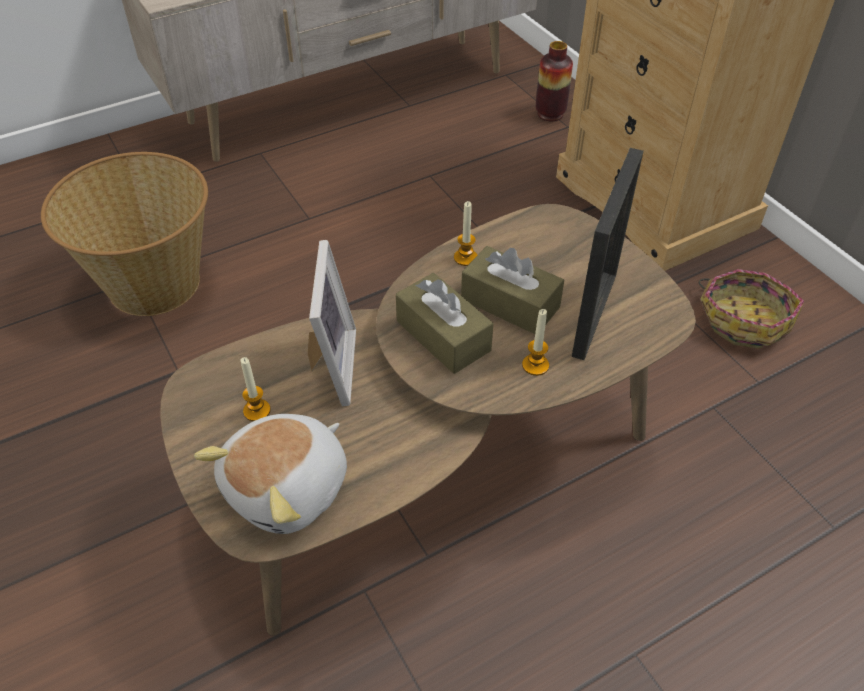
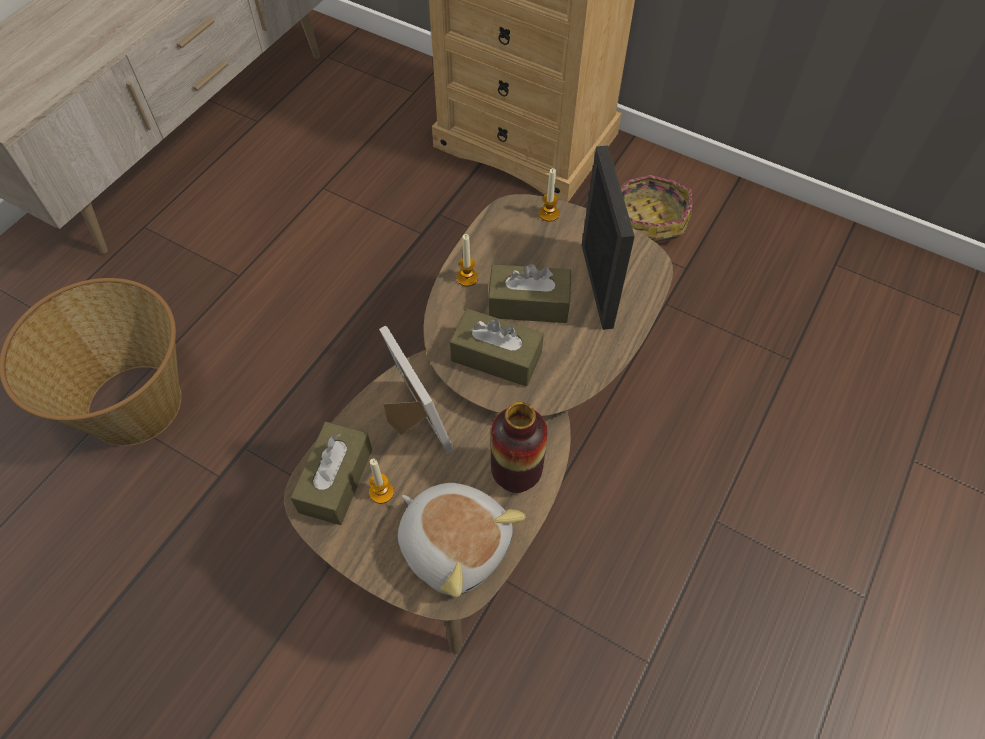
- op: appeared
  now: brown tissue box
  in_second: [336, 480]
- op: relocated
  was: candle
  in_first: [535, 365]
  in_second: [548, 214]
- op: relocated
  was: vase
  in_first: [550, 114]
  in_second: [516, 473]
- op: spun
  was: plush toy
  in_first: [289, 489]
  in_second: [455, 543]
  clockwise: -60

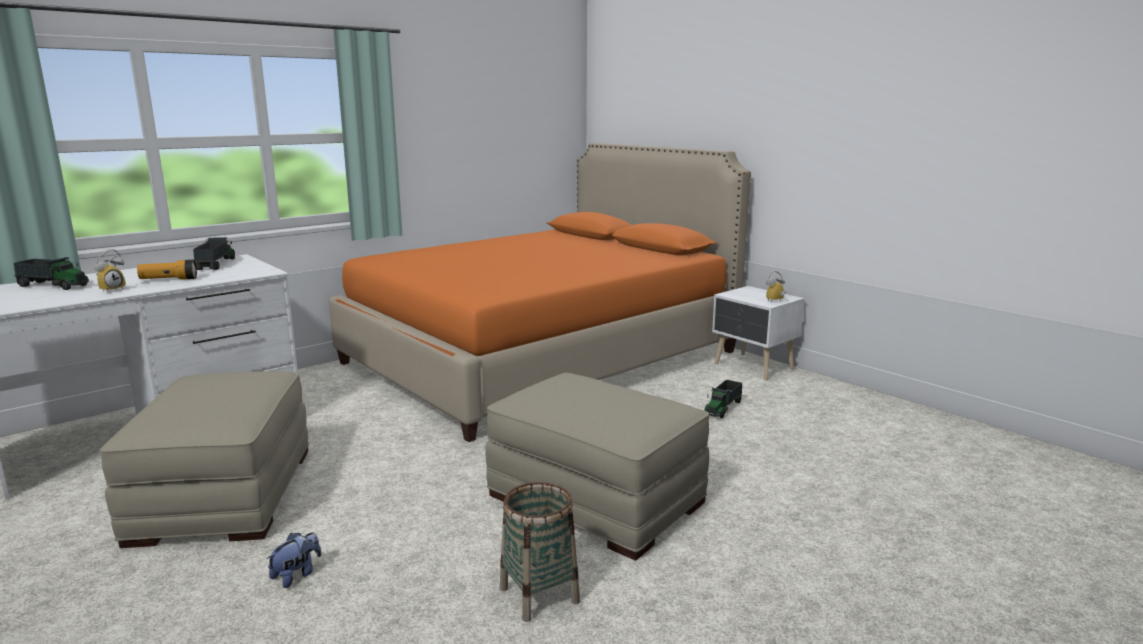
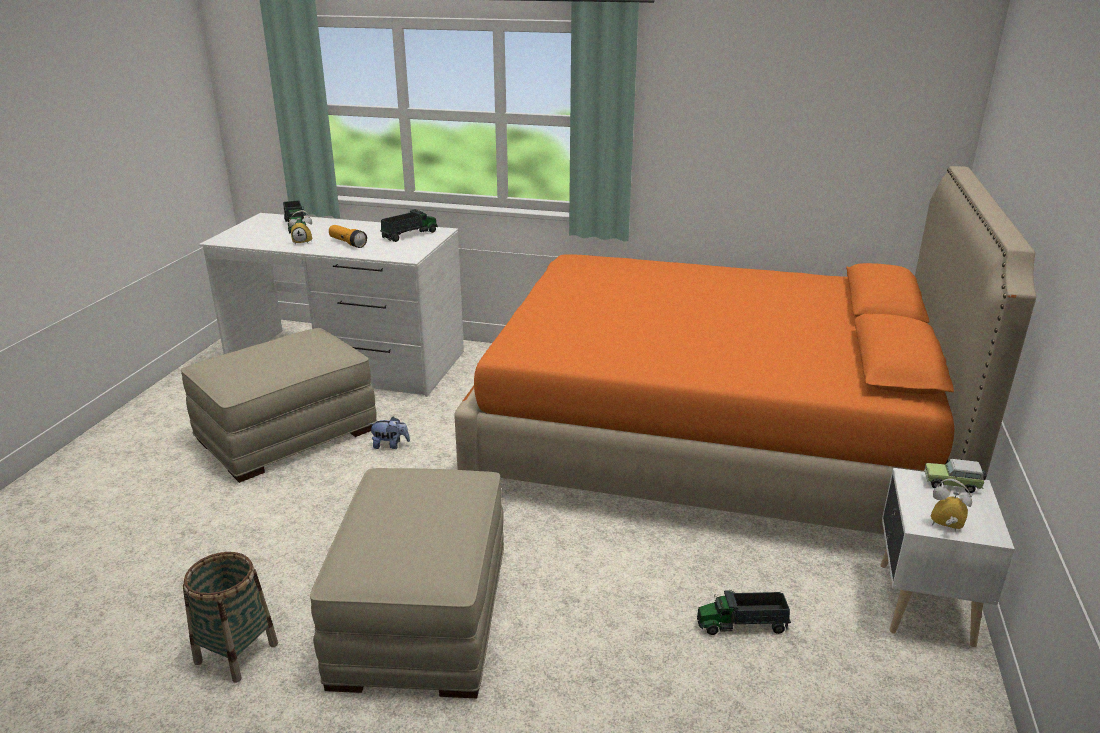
- op: appeared
  now: toy car
  in_second: [953, 485]
- op: relocated
  was: plush toy
  in_first: [297, 575]
  in_second: [390, 445]

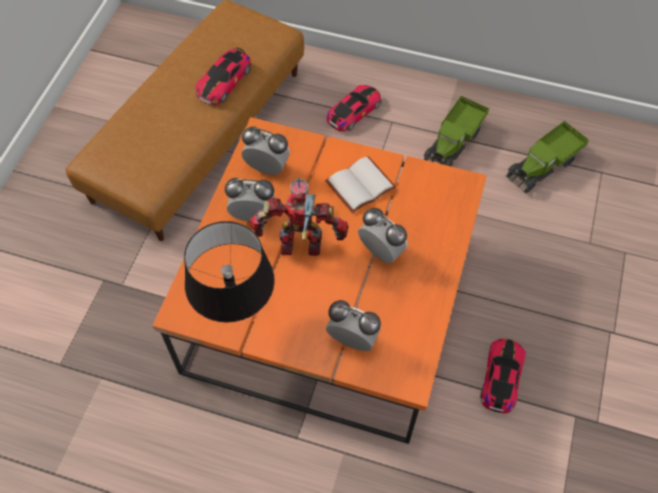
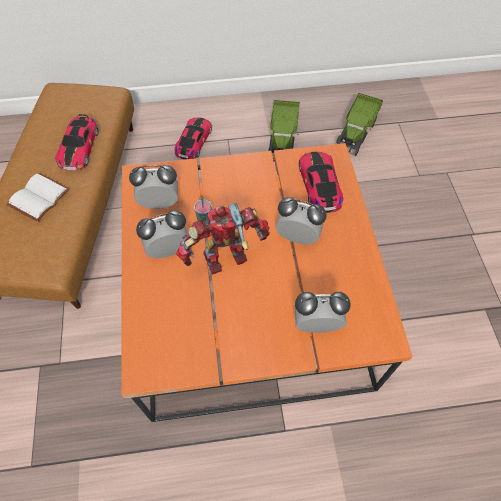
- op: missing
  was: black table lamp
  in_first: [238, 316]
- op: relocated
  was: white book
  in_first: [360, 187]
  in_second: [40, 199]
- op: relocated
  was: toy car
  in_first: [501, 377]
  in_second: [319, 185]

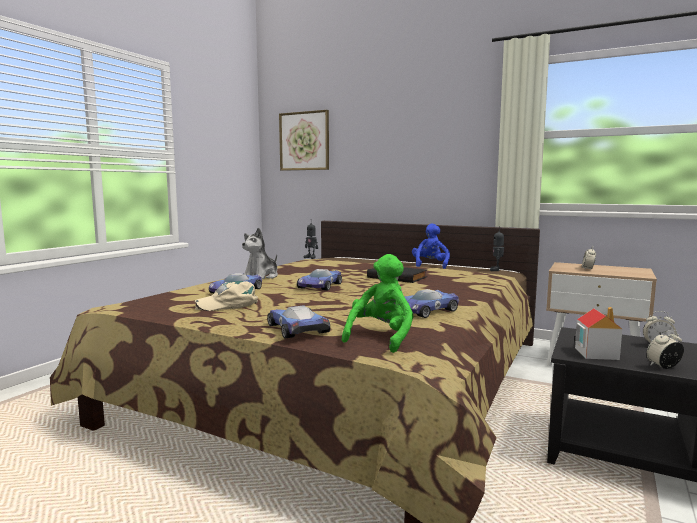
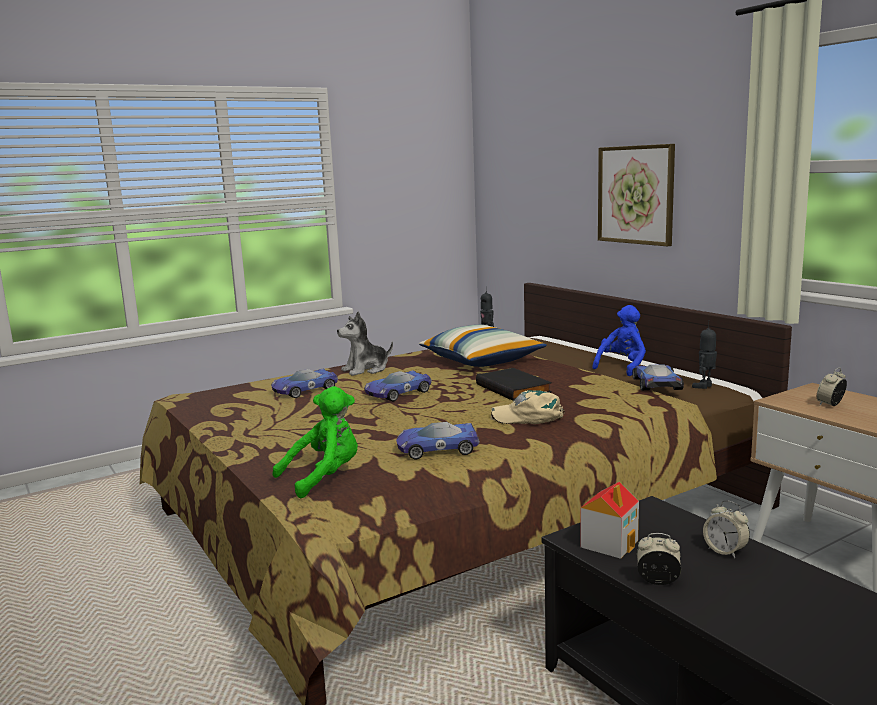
- op: appeared
  now: pillow
  in_second: [482, 361]
- op: relocated
  was: beige cap
  in_first: [228, 304]
  in_second: [528, 417]
- op: relocated
  was: toy car
  in_first: [297, 328]
  in_second: [656, 384]
- op: relocated
  was: picture
  in_first: [304, 141]
  in_second: [636, 195]

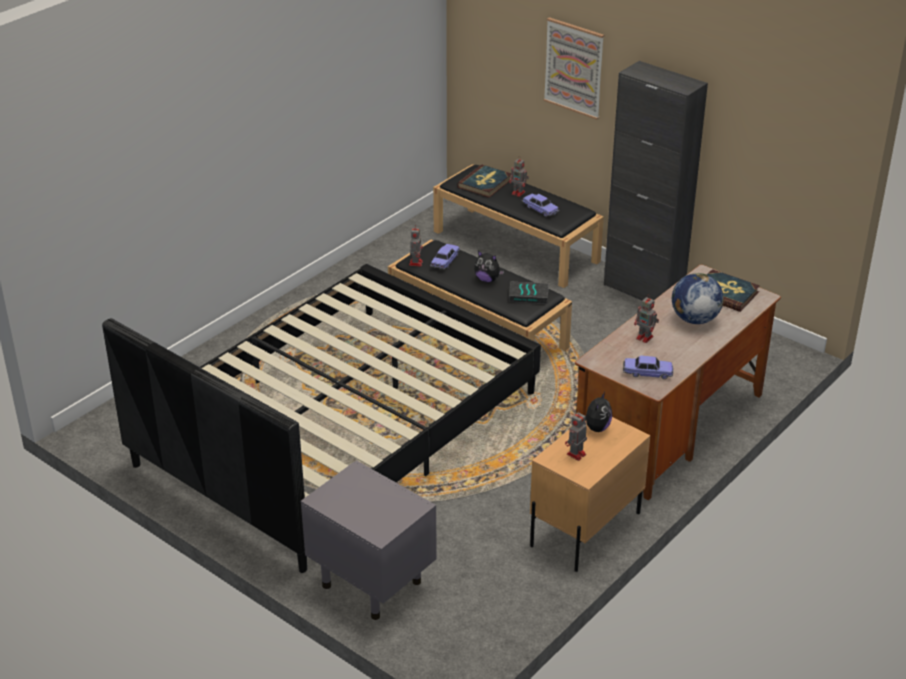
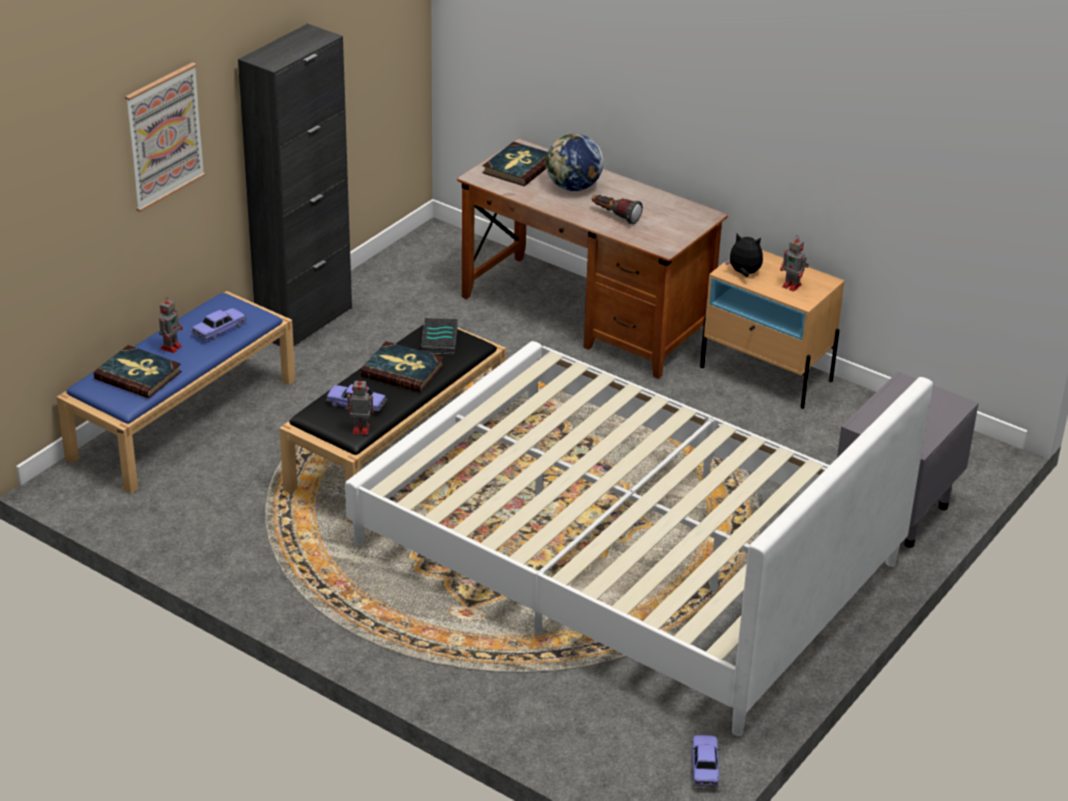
- op: relocated
  was: toy car
  in_first: [647, 373]
  in_second: [704, 767]
- op: exchanged
  was: plush toy
  now: book
  in_first: [487, 279]
  in_second: [403, 370]
- op: exchanged
  was: toy robot
  now: flashlight
  in_first: [645, 338]
  in_second: [615, 216]
- op: colour
  was: black bed
  now: white bed
  in_first: [338, 428]
  in_second: [625, 555]
- op: colour
  was: black bench
  now: blue bench
  in_first: [517, 246]
  in_second: [183, 418]

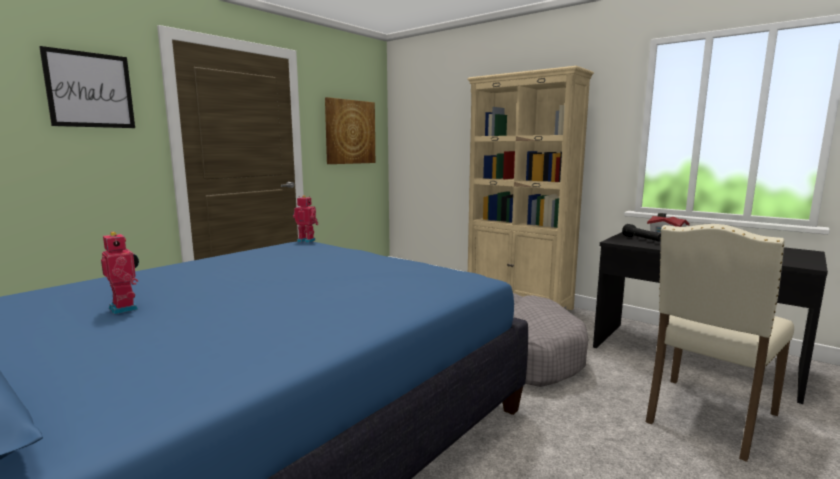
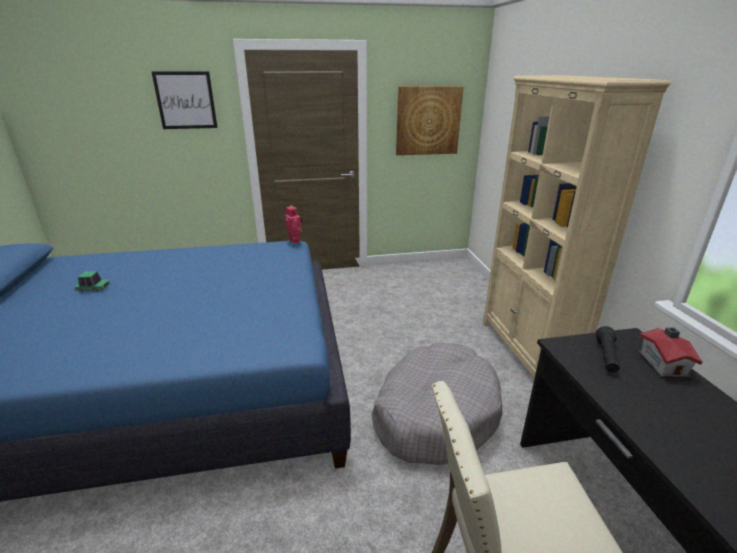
- op: exchanged
  was: toy robot
  now: toy car
  in_first: [126, 308]
  in_second: [93, 288]

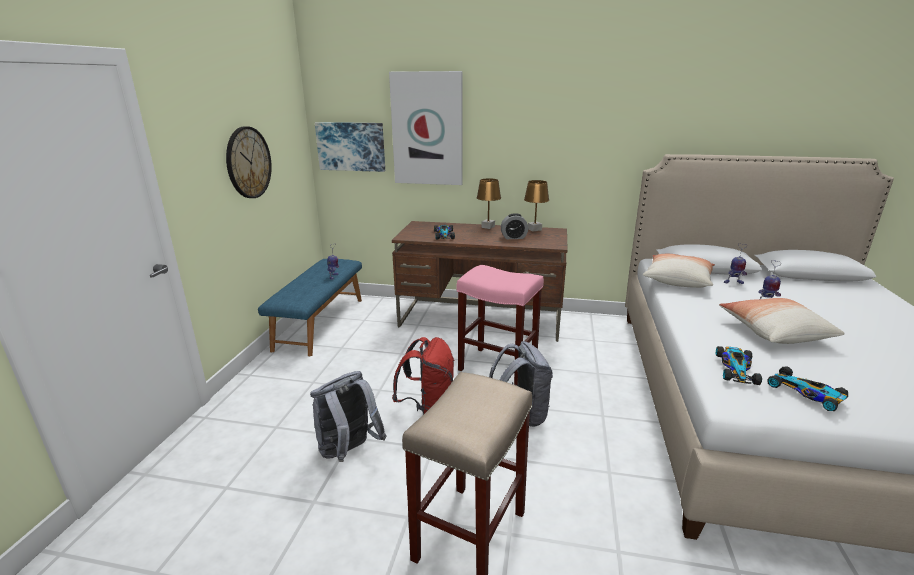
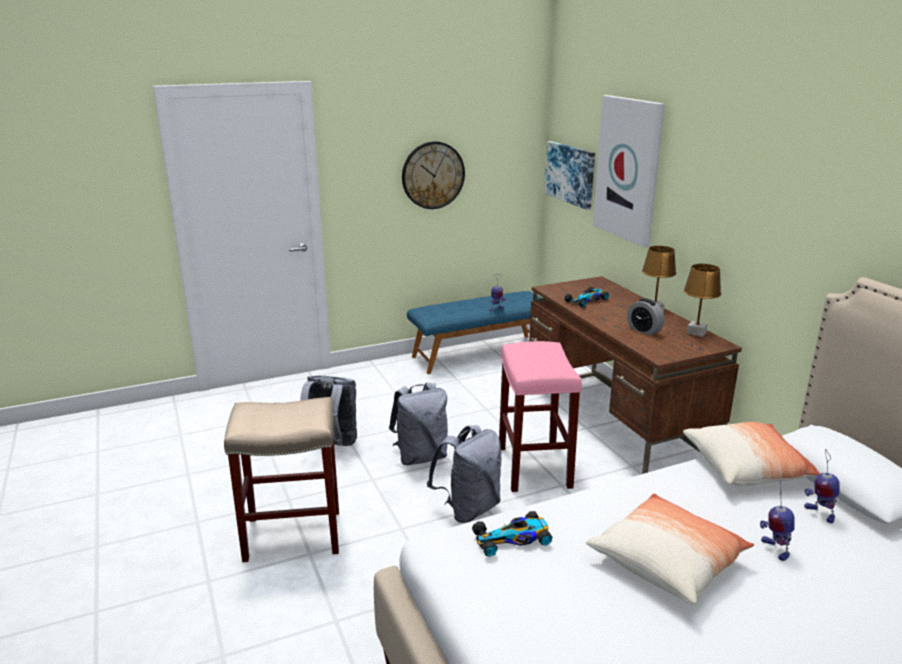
- op: missing
  was: toy car
  in_first: [807, 393]
- op: colour
  was: red backpack
  now: grey backpack
  in_first: [428, 409]
  in_second: [421, 457]

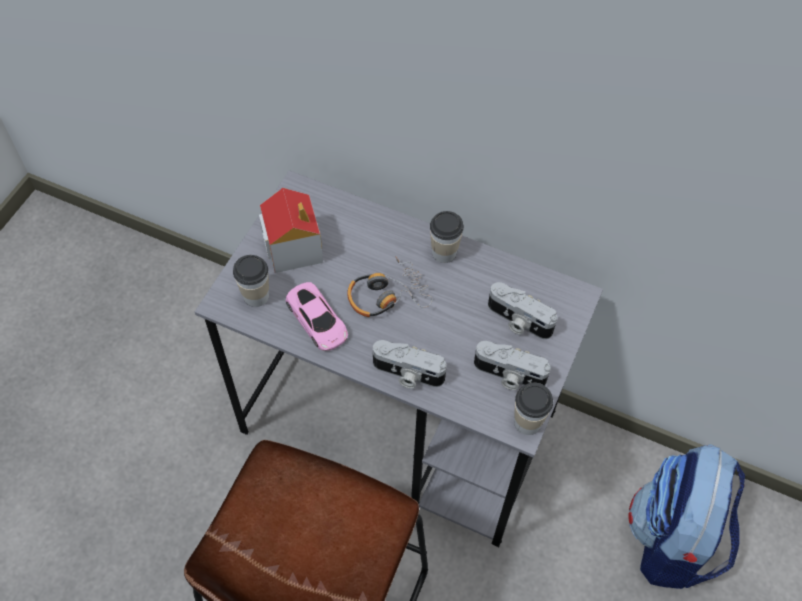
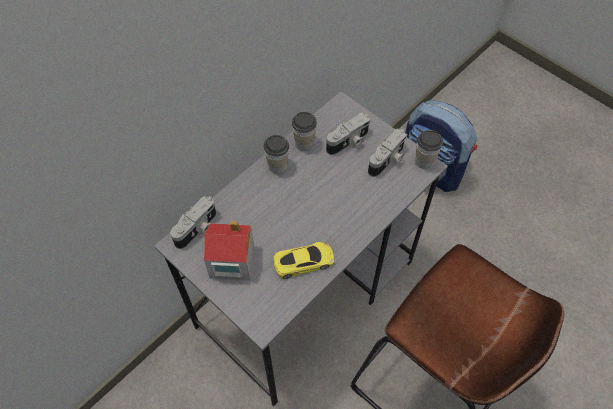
- op: missing
  was: headphones
  in_first: [387, 295]
- op: relocated
  was: cup
  in_first: [256, 296]
  in_second: [304, 143]
- op: relocated
  was: photo camera
  in_first: [407, 374]
  in_second: [197, 230]
- op: colour
  was: pink toy car
  now: yellow toy car
  in_first: [317, 320]
  in_second: [303, 262]

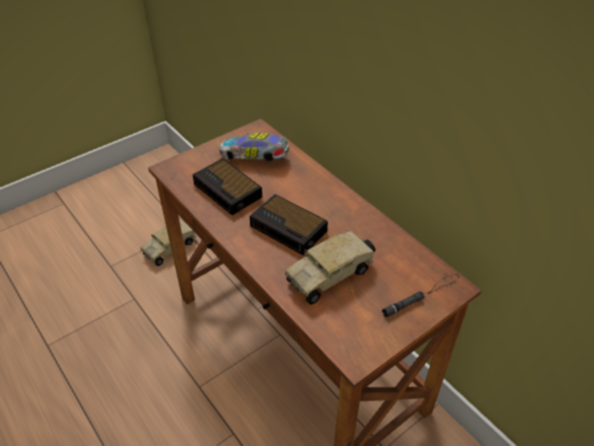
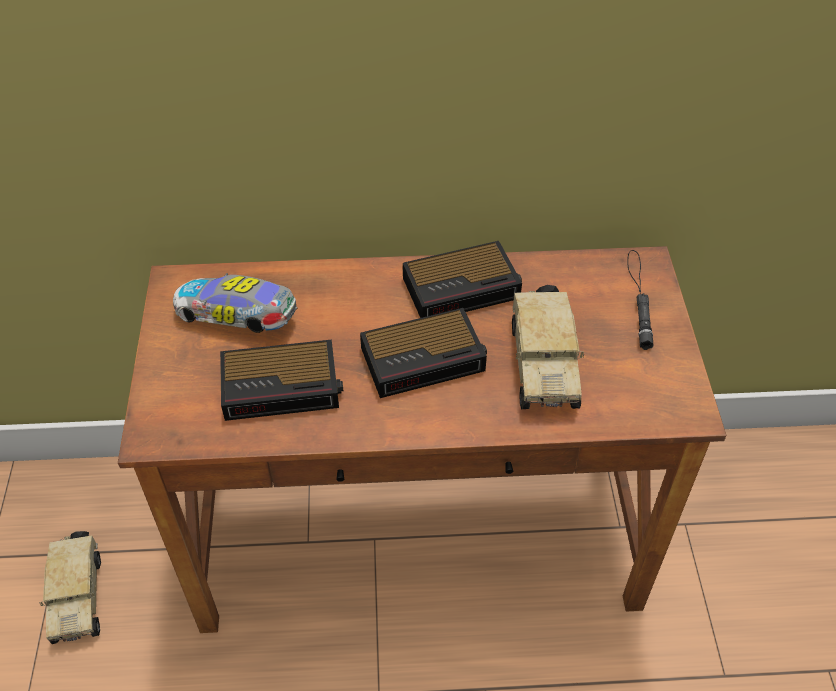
- op: appeared
  now: alarm clock
  in_second: [463, 287]
- op: spun
  was: toy car
  in_first: [255, 157]
  in_second: [239, 317]
  clockwise: 60

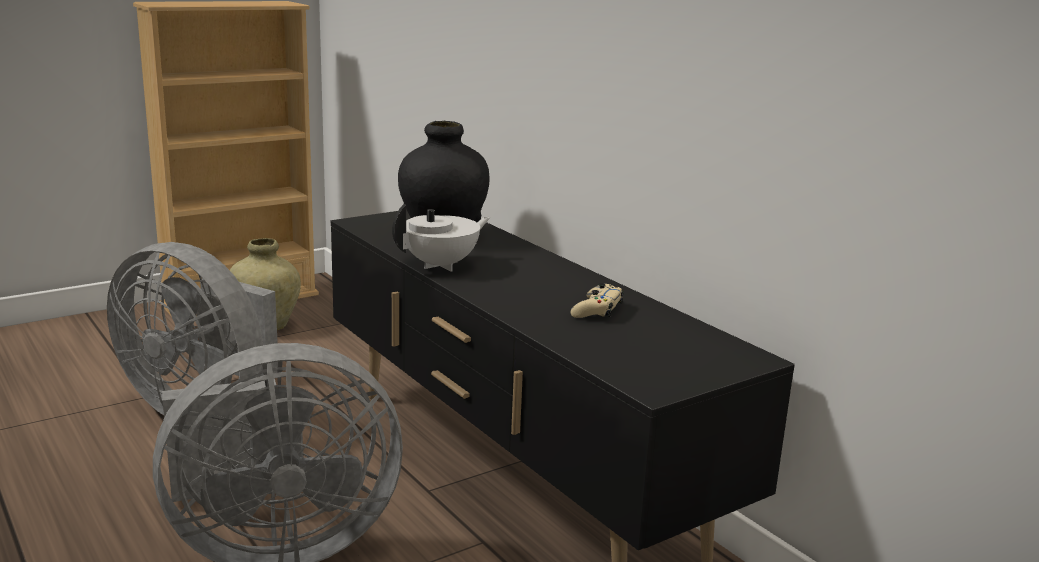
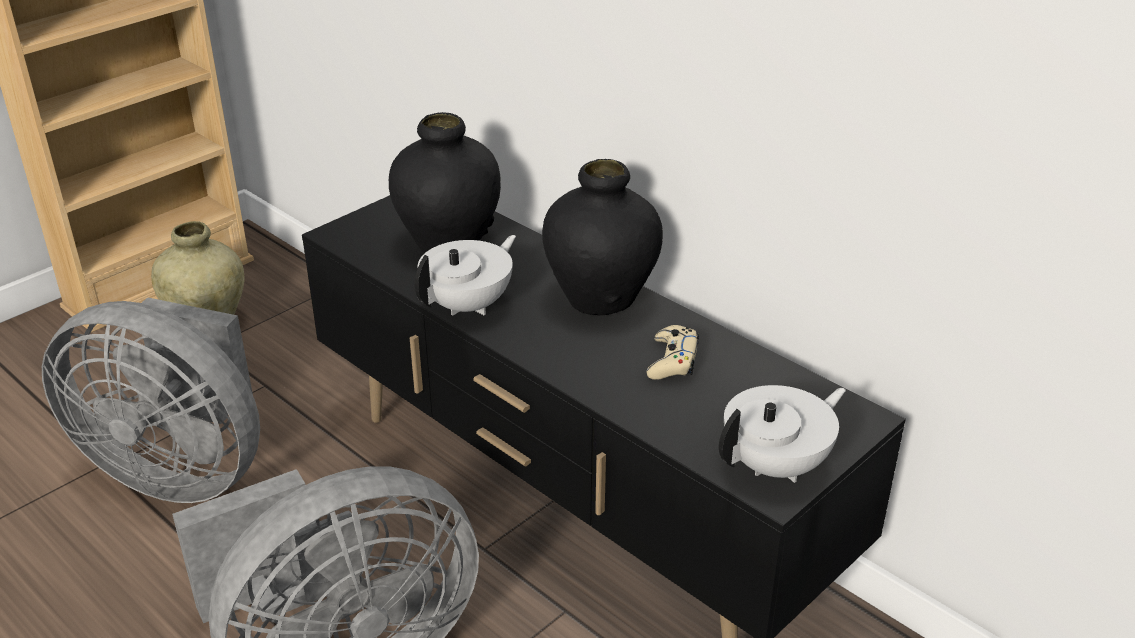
- op: appeared
  now: black vase
  in_second: [601, 300]
- op: appeared
  now: white teapot
  in_second: [777, 465]

